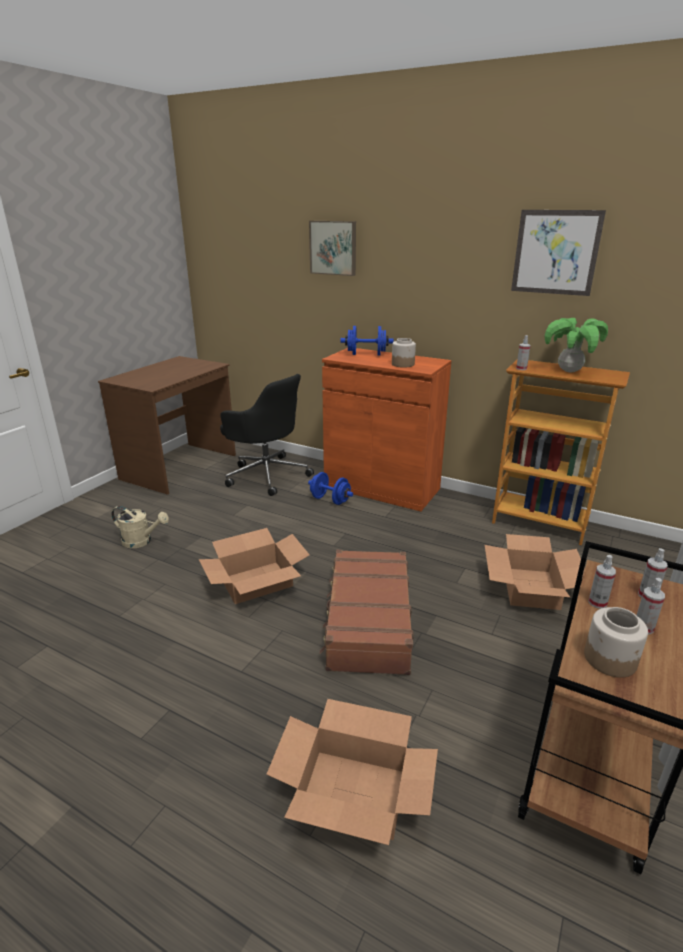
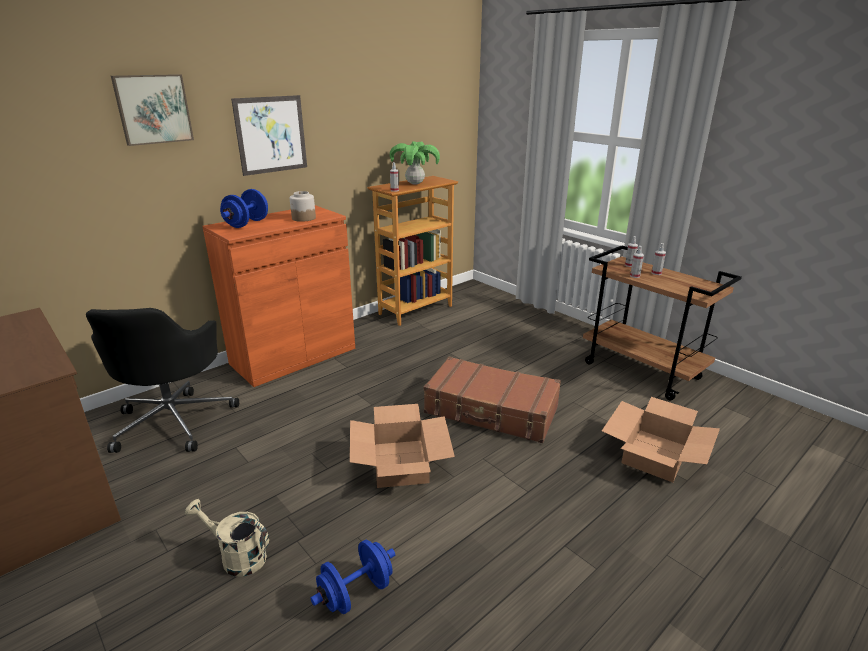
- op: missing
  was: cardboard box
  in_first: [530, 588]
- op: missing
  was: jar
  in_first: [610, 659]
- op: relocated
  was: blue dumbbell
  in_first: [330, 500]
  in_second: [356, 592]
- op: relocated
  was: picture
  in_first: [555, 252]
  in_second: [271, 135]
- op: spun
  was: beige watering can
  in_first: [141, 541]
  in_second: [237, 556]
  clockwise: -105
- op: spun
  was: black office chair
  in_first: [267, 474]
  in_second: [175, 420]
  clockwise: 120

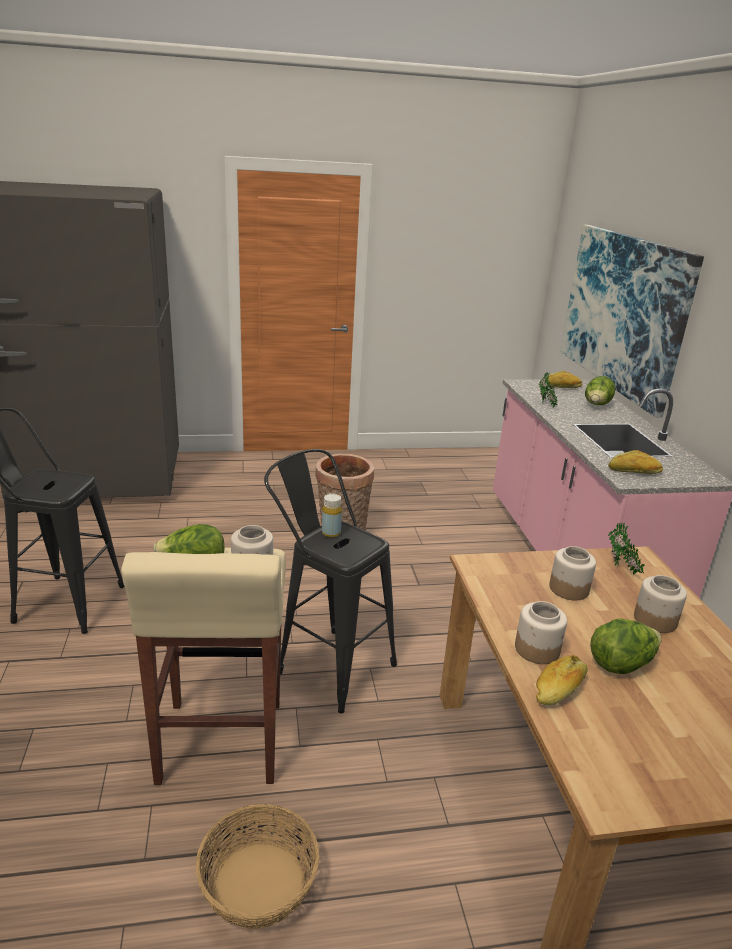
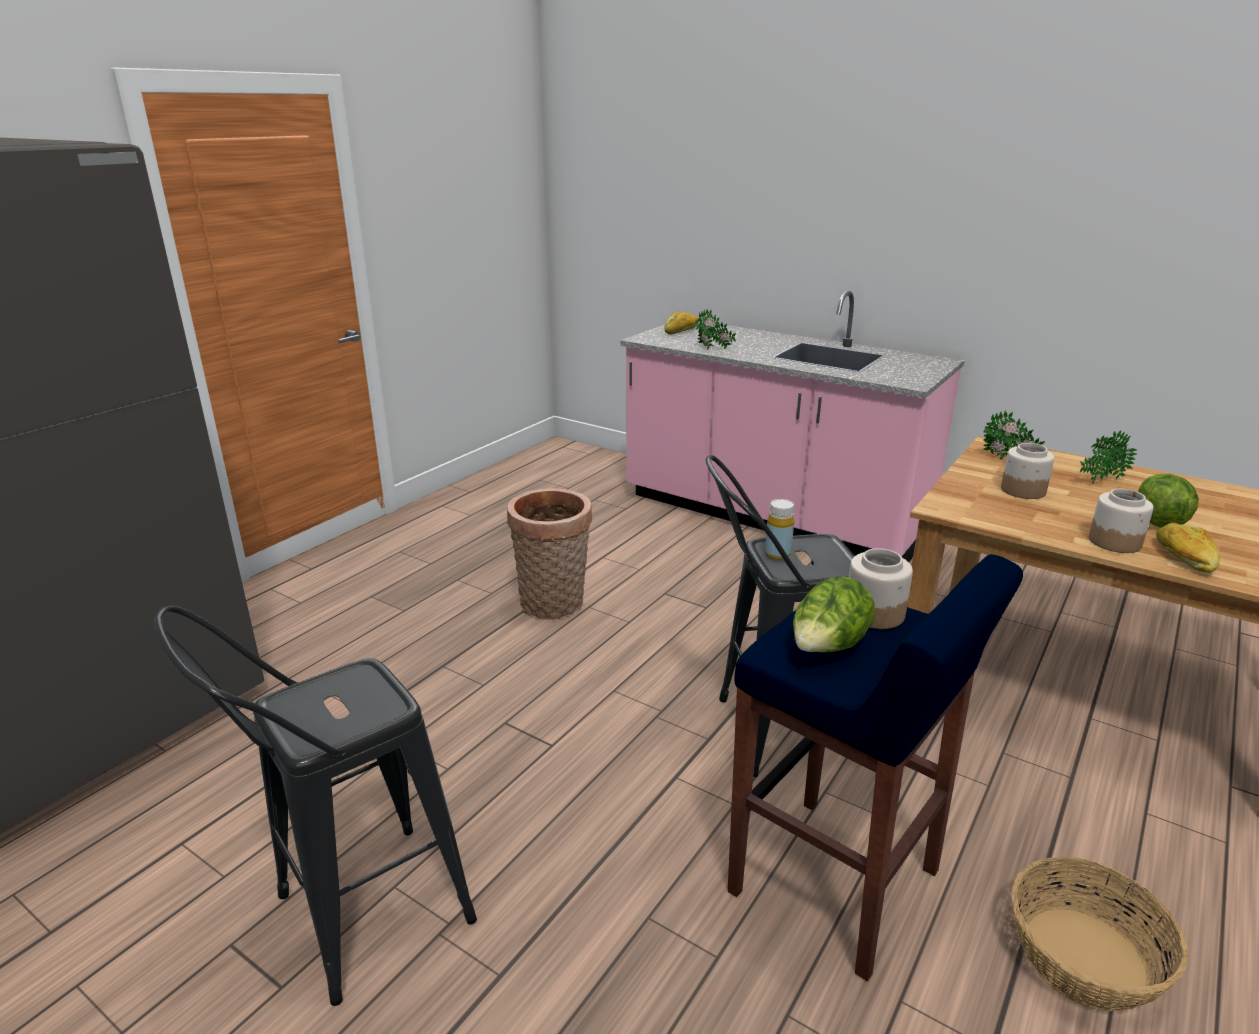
- op: missing
  was: picture
  in_first: [623, 312]
- op: missing
  was: lettuce
  in_first: [596, 405]
- op: missing
  was: bread
  in_first: [634, 472]
- op: exchanged
  was: jar
  now: potted plant
  in_first: [654, 620]
  in_second: [1099, 482]
- op: colour
  was: beige stool
  now: blue stool
  in_first: [220, 744]
  in_second: [837, 884]

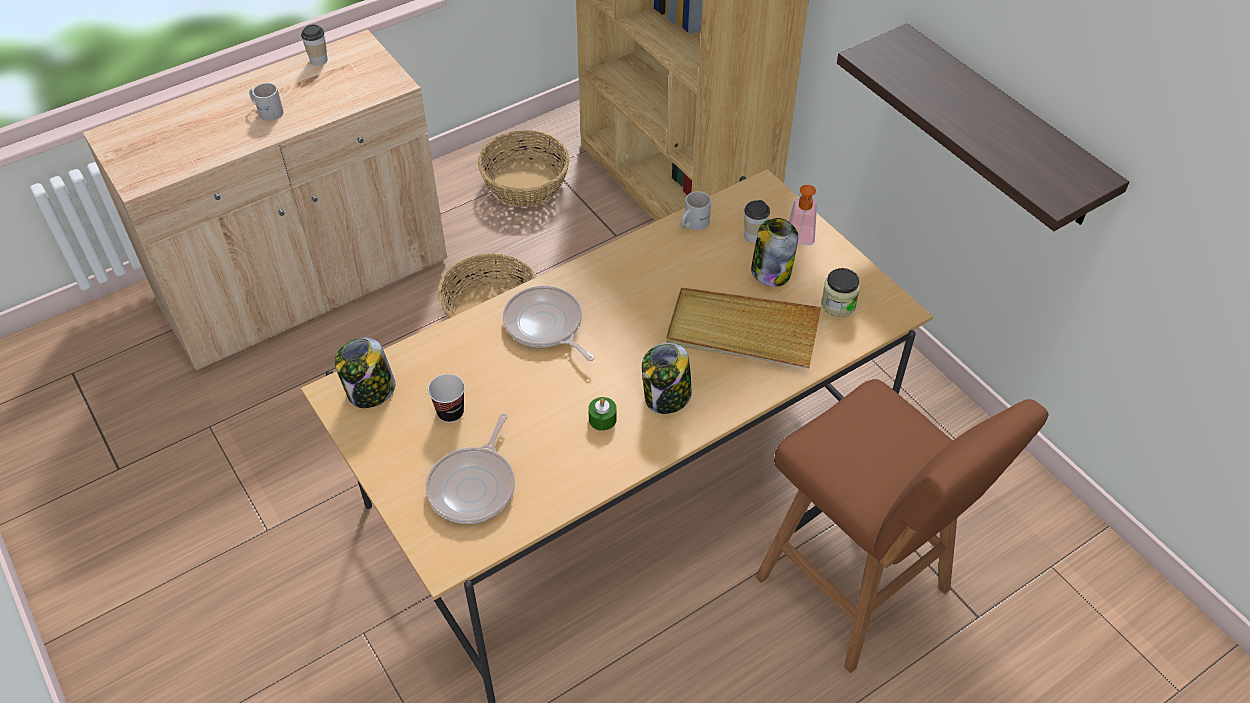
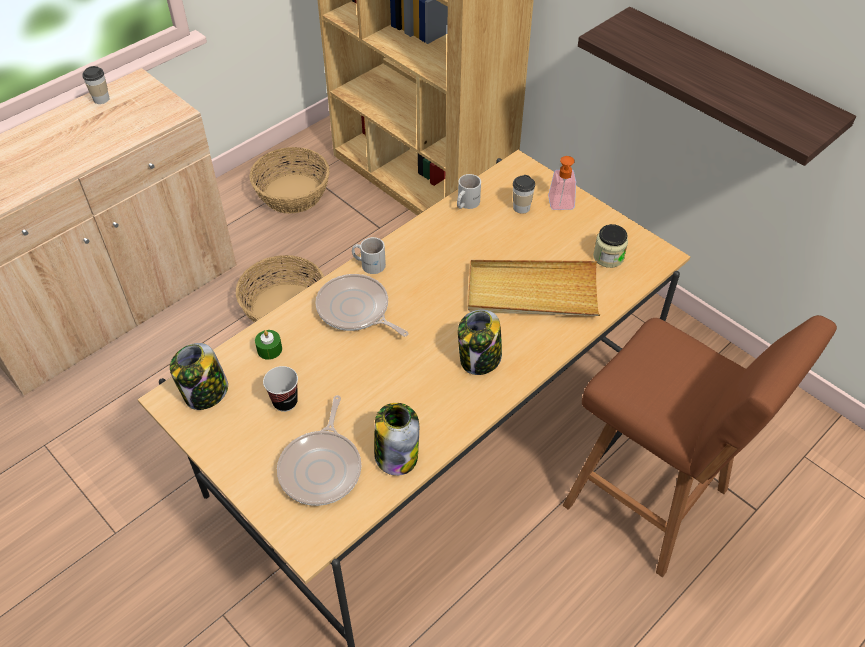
- op: relocated
  was: white mug
  in_first: [268, 111]
  in_second: [369, 263]
- op: relocated
  was: green candle
  in_first: [602, 419]
  in_second: [269, 349]
- op: relocated
  was: jar
  in_first: [770, 271]
  in_second: [396, 455]

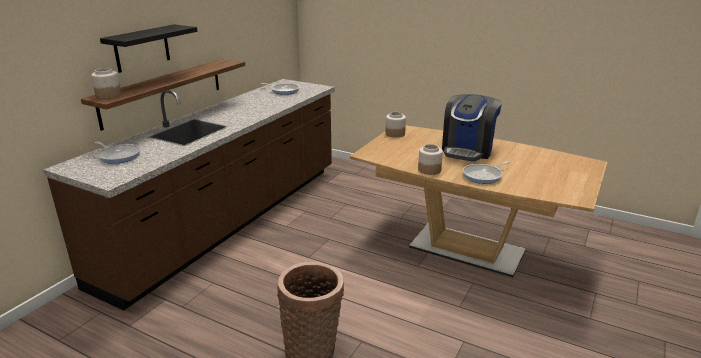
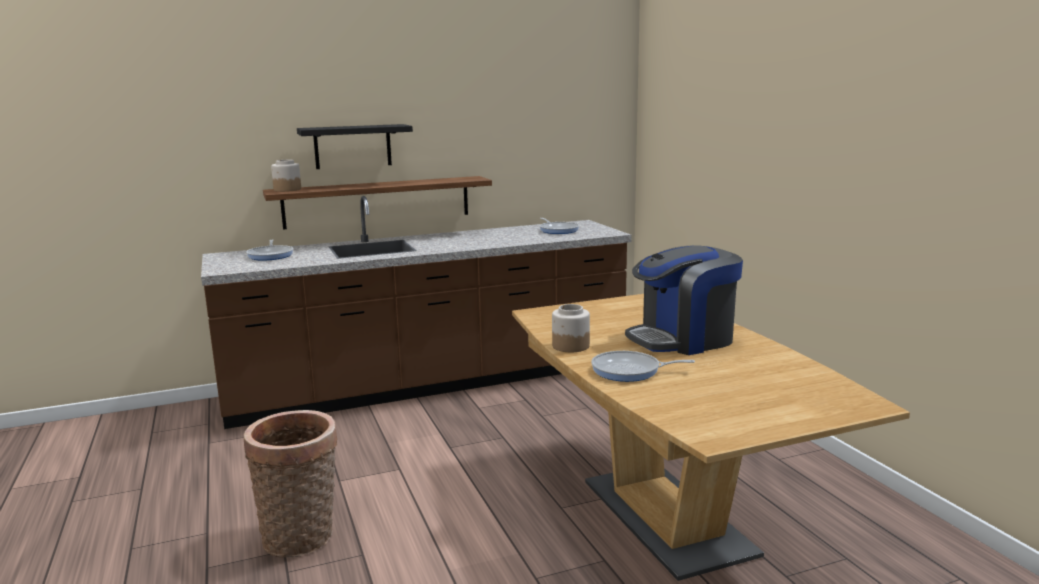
- op: missing
  was: jar
  in_first: [395, 134]

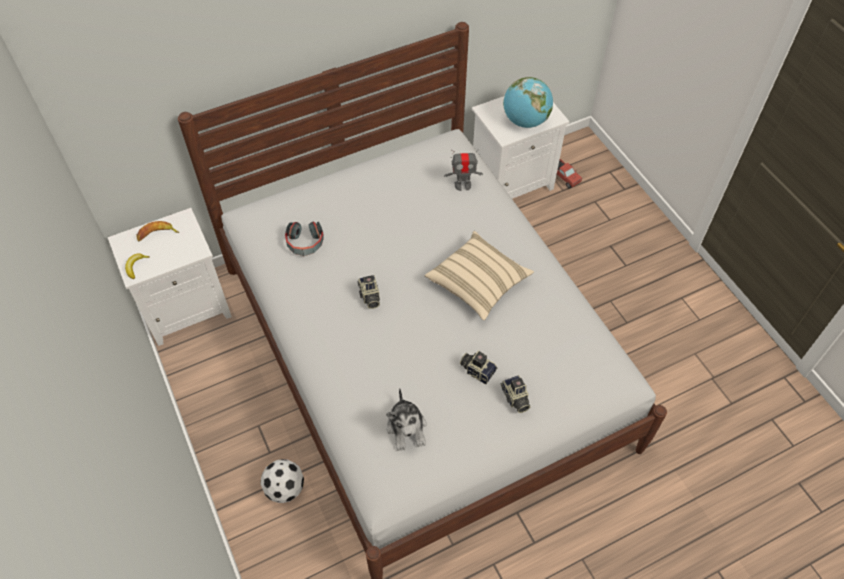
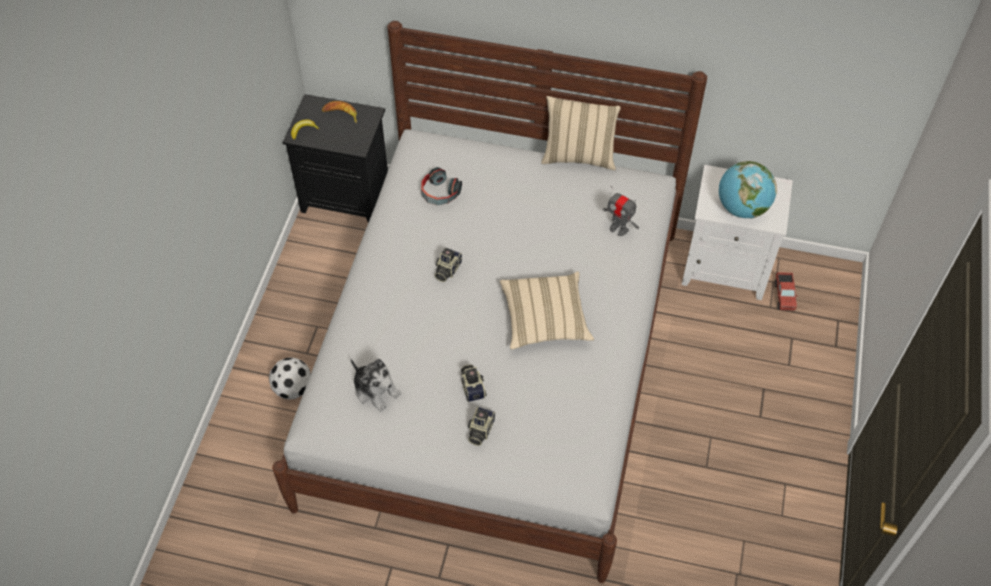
- op: appeared
  now: beige pillow
  in_second: [579, 156]
- op: colour
  was: white nightstand
  now: black nightstand
  in_first: [187, 307]
  in_second: [348, 196]
- op: spun
  was: plush toy
  in_first: [407, 428]
  in_second: [376, 390]
  clockwise: -75

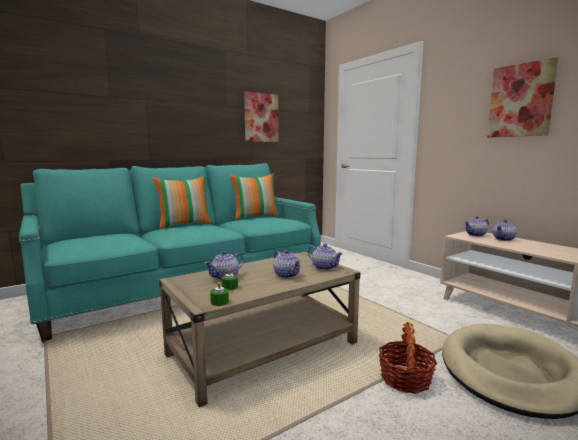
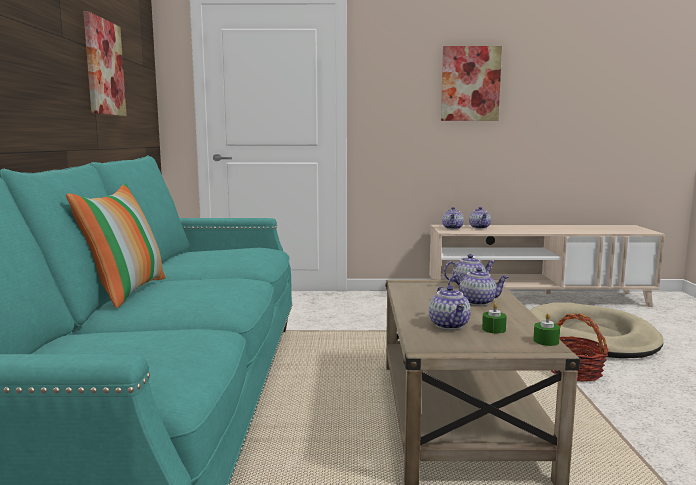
- op: missing
  was: pillow
  in_first: [255, 217]

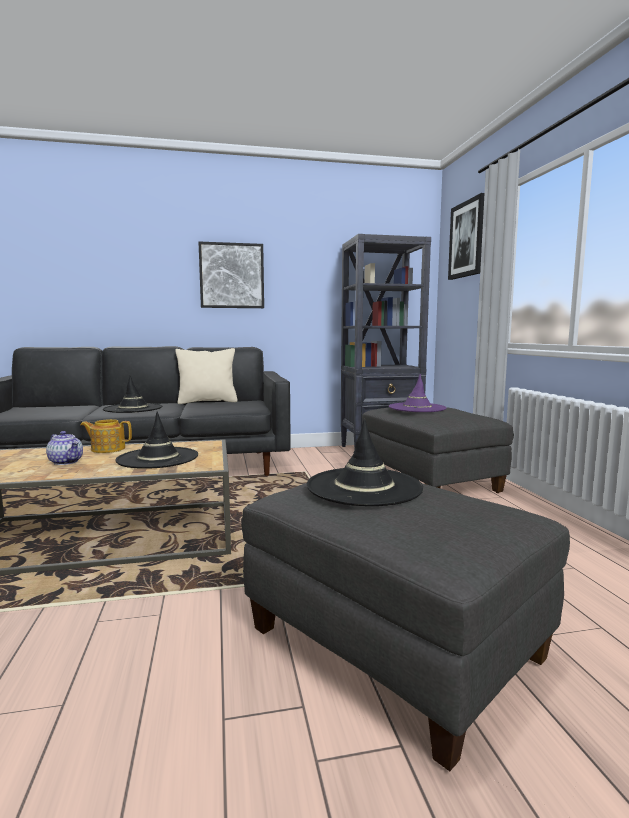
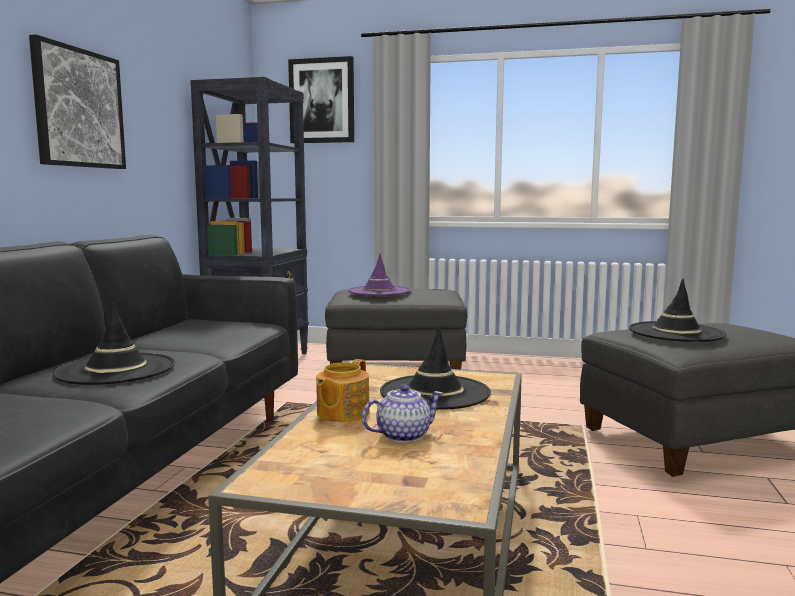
- op: missing
  was: beige pillow
  in_first: [207, 402]

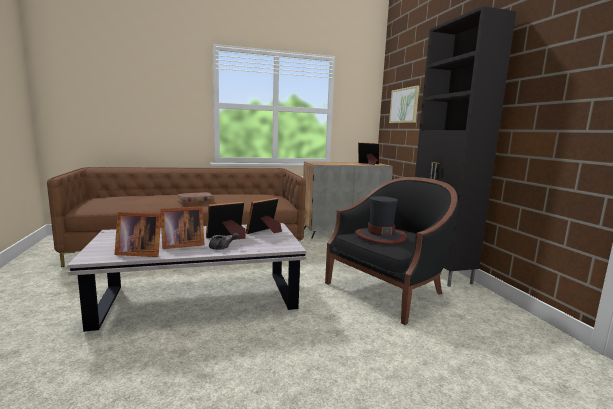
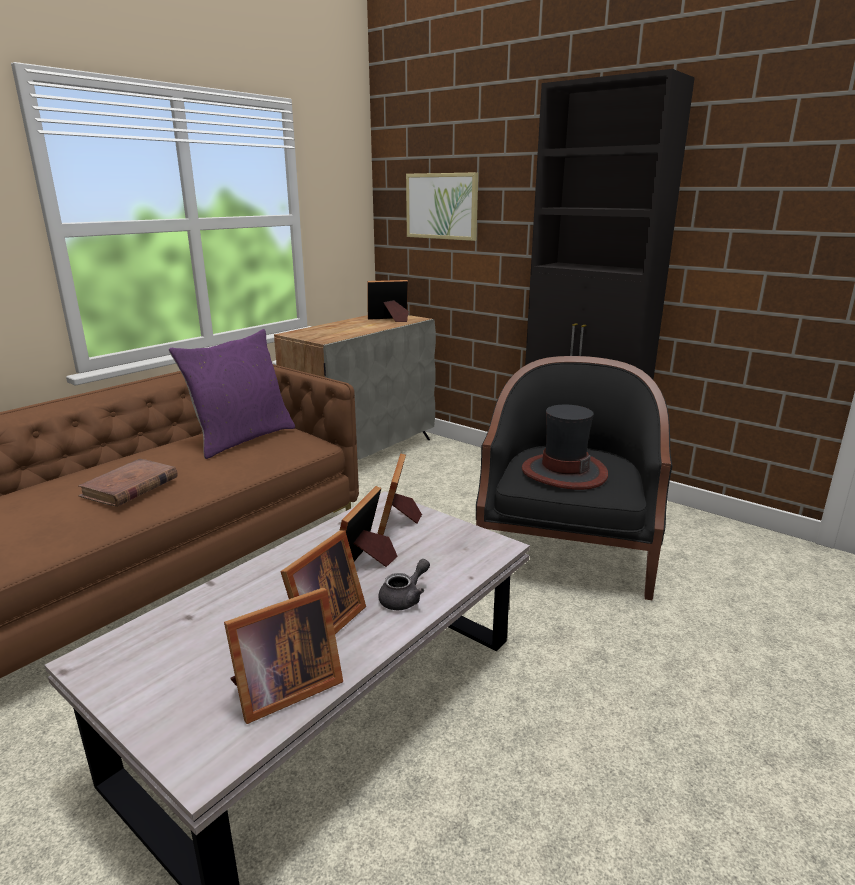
- op: appeared
  now: purple pillow
  in_second: [242, 438]

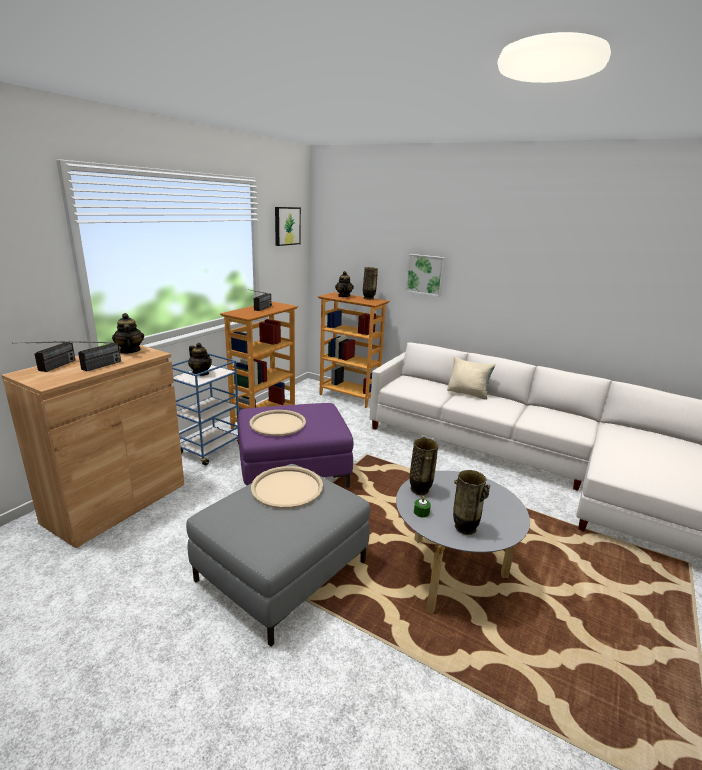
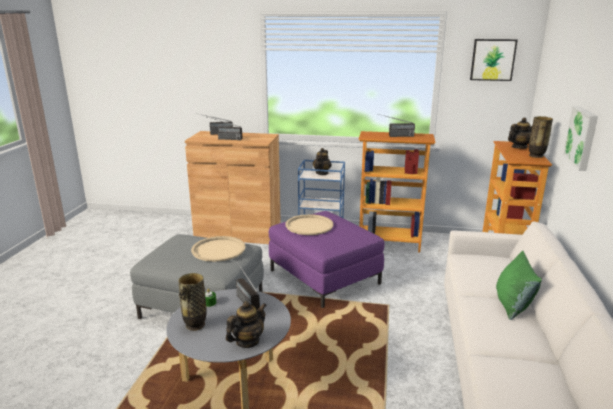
- op: relocated
  was: teapot
  in_first: [130, 351]
  in_second: [247, 341]
- op: exchanged
  was: vase
  now: radio
  in_first: [420, 490]
  in_second: [242, 298]
- op: colour
  was: beige pillow
  now: green pillow
  in_first: [468, 393]
  in_second: [512, 305]

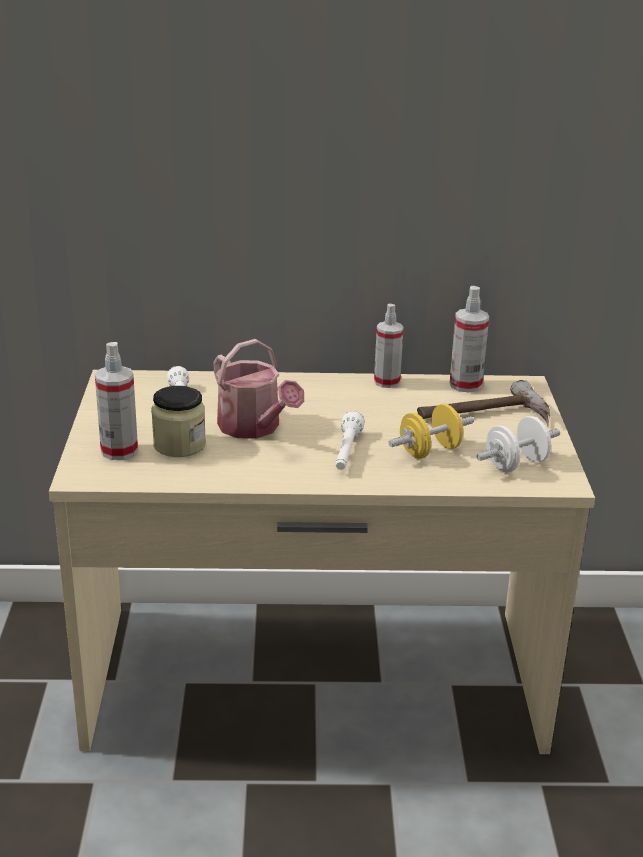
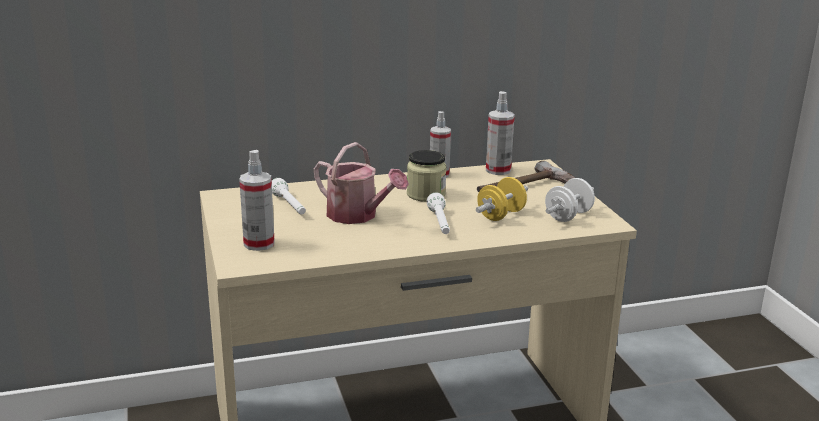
- op: relocated
  was: jar
  in_first: [179, 445]
  in_second: [426, 194]

